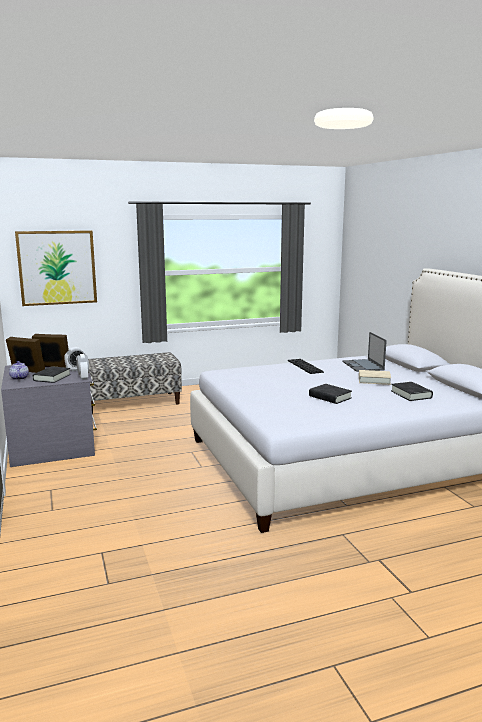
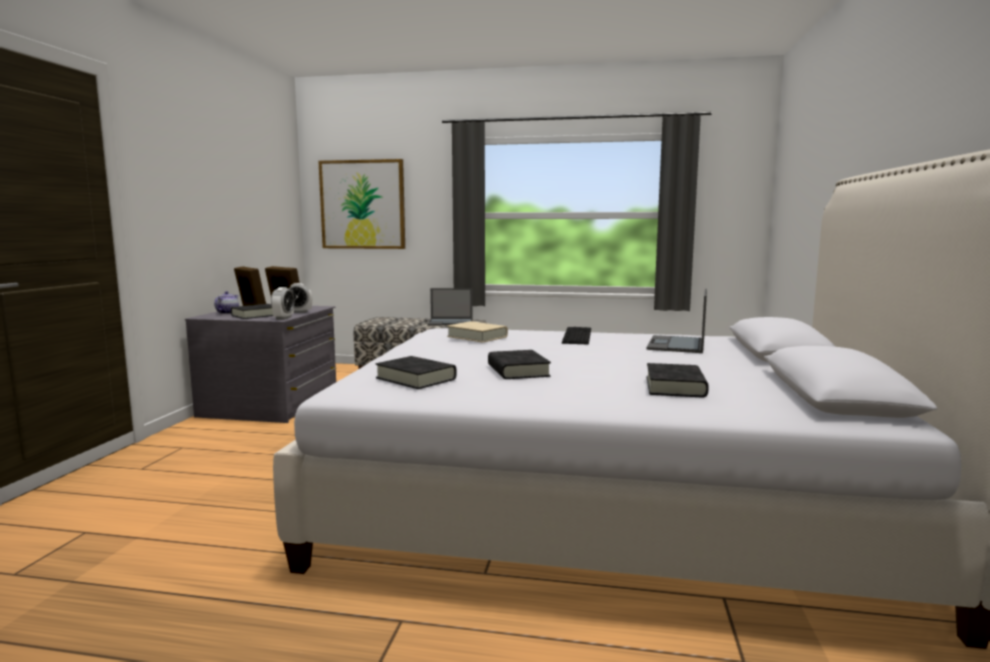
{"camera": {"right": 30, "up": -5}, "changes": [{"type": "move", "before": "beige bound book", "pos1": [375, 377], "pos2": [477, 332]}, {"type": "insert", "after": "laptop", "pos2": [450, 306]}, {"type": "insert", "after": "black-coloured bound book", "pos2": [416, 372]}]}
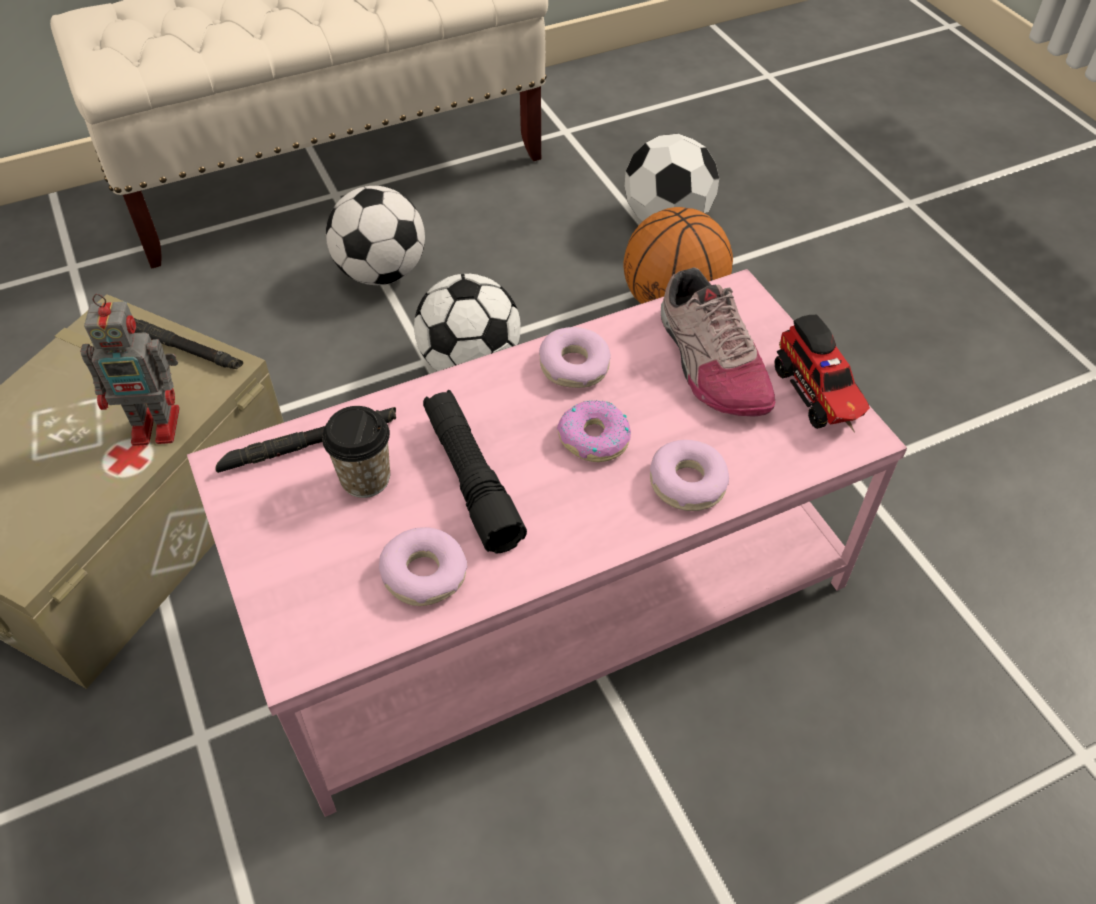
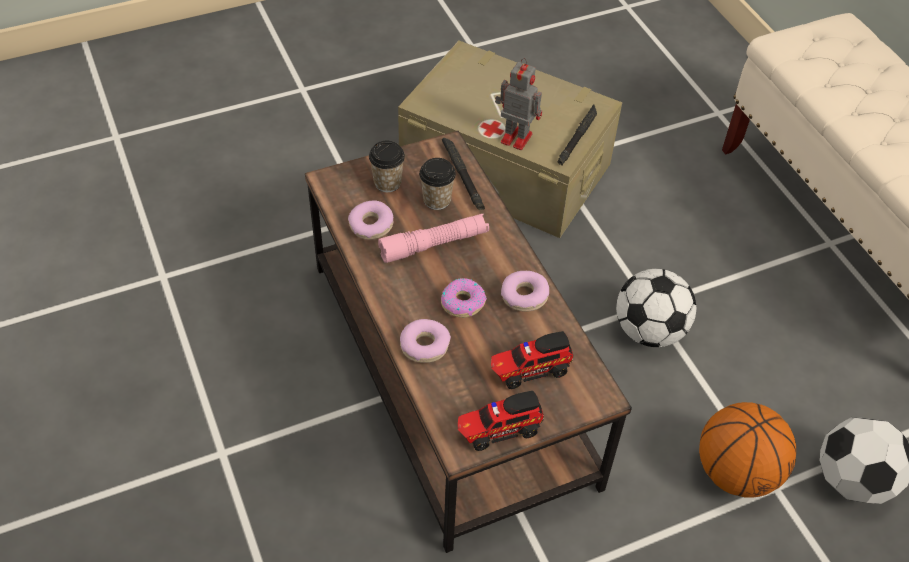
{"camera": {"right": 90, "up": 0}, "changes": [{"type": "delete", "before": "football ball", "pos1": [375, 235]}, {"type": "replace", "before": "shoe", "after": "toy lorry", "pos1": [718, 342], "pos2": [532, 360]}, {"type": "recolor", "before": "pink low table", "after": "brownish low table", "pos1": [547, 543], "pos2": [468, 342]}, {"type": "rotate", "before": "model robot", "pos1": [130, 370], "pos2": [518, 104], "turn": 120}, {"type": "recolor", "before": "black-coloured hand torch", "after": "pink hand torch", "pos1": [475, 471], "pos2": [433, 238]}, {"type": "insert", "after": "cup", "pos2": [387, 166]}]}
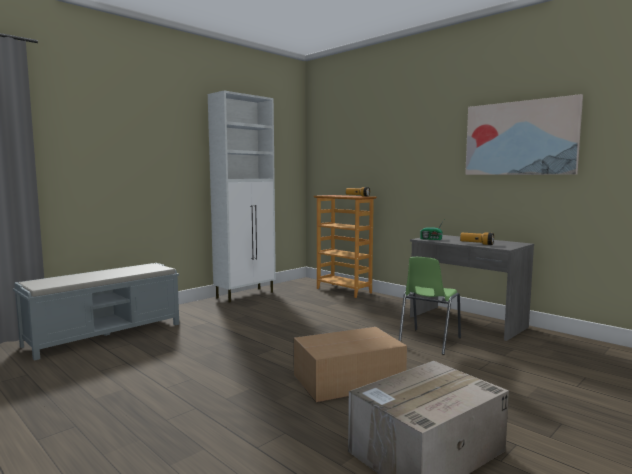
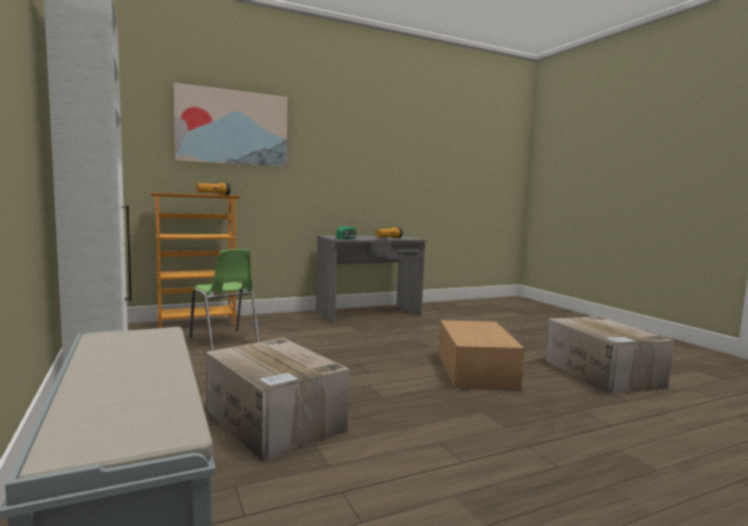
{"camera": {"right": -70, "up": 0}, "changes": [{"type": "move", "before": "wall picture", "pos1": [524, 134], "pos2": [230, 125]}, {"type": "move", "before": "green chair", "pos1": [430, 306], "pos2": [224, 300]}, {"type": "insert", "after": "carton", "pos2": [277, 400]}]}
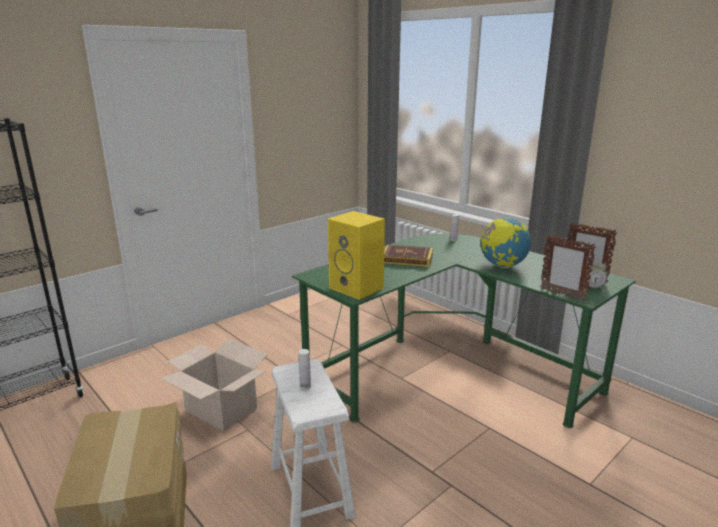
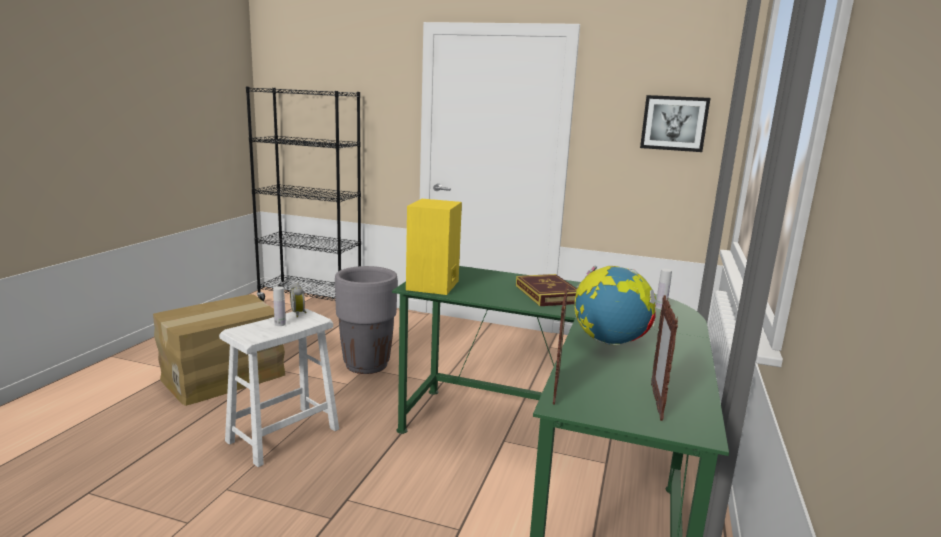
{"camera": {"right": 60, "up": -5}, "changes": [{"type": "move", "before": "bedside clock", "pos1": [596, 276], "pos2": [298, 300]}, {"type": "replace", "before": "carton", "after": "gray plant pot", "pos1": [214, 384], "pos2": [366, 320]}, {"type": "insert", "after": "wall picture", "pos2": [675, 123]}]}
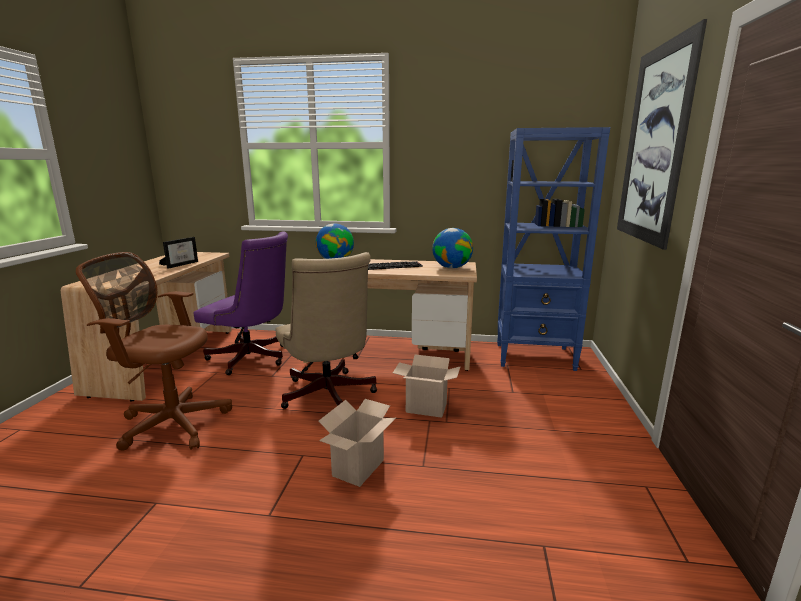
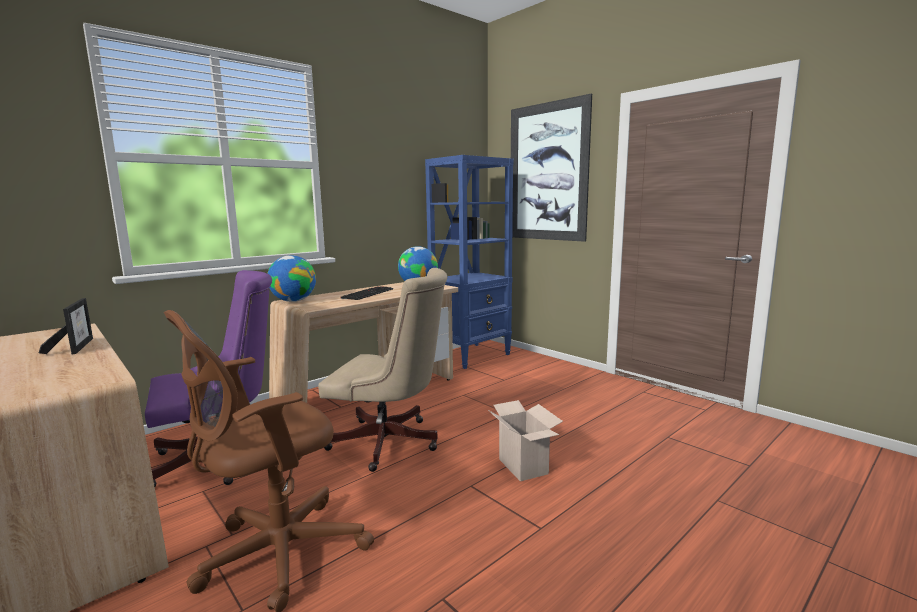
{"camera": {"right": -50, "up": -5}, "changes": [{"type": "delete", "before": "carton", "pos1": [427, 386]}]}
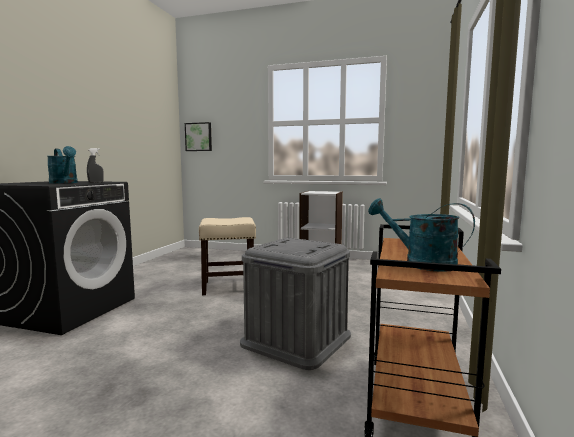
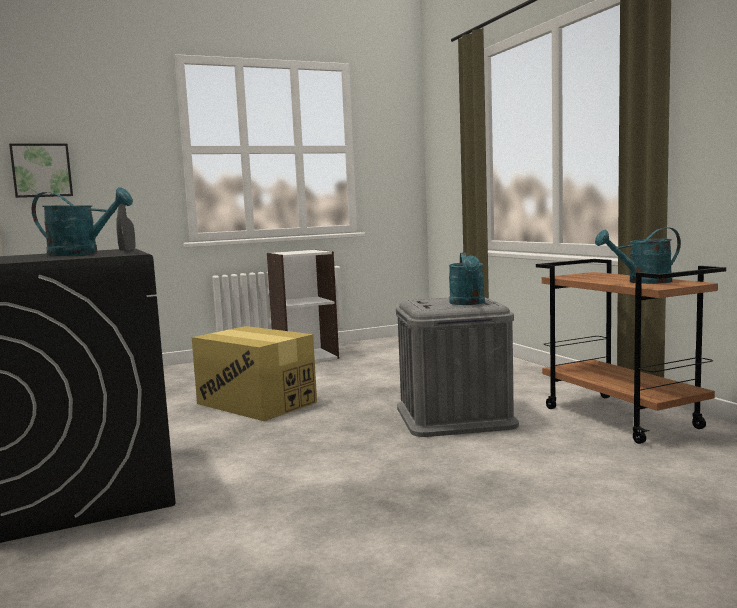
{"camera": {"right": -40, "up": 0}, "changes": [{"type": "replace", "before": "beige stool", "after": "carton", "pos1": [227, 256], "pos2": [254, 373]}, {"type": "insert", "after": "turquoise-coloured sprinkling can", "pos2": [466, 279]}]}
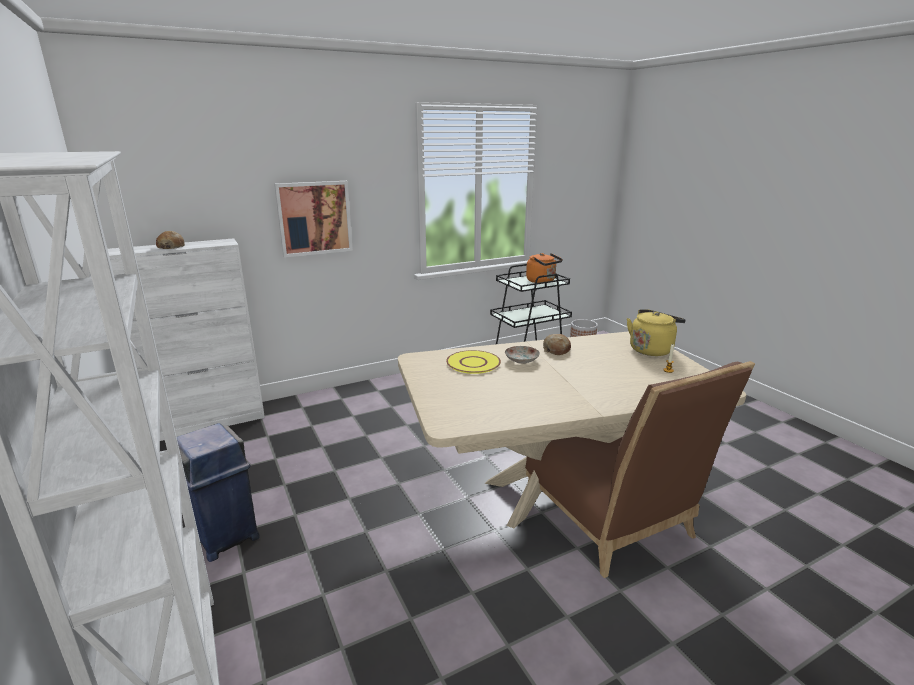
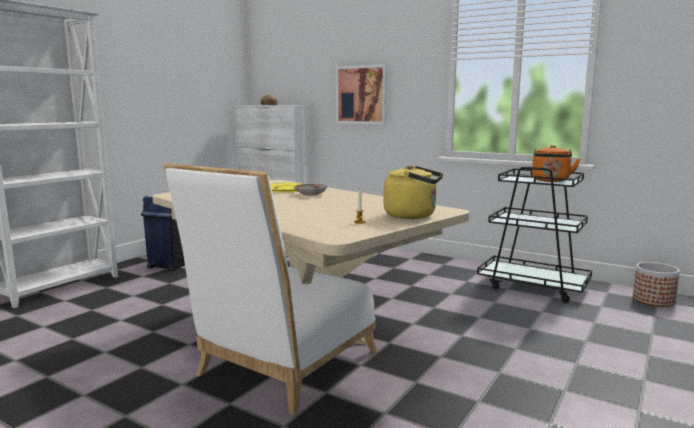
{"camera": {"right": 60, "up": -10}, "changes": [{"type": "delete", "before": "bread", "pos1": [557, 344]}, {"type": "recolor", "before": "brownish chair", "after": "white chair", "pos1": [640, 469], "pos2": [270, 289]}]}
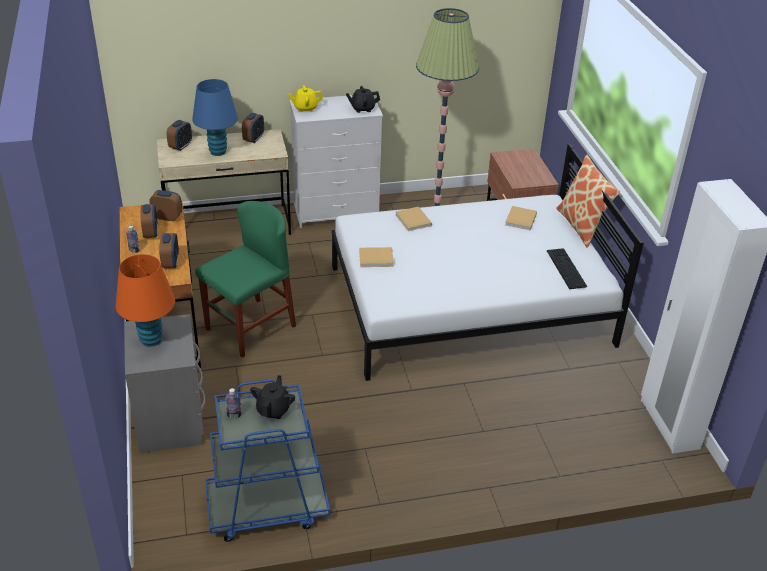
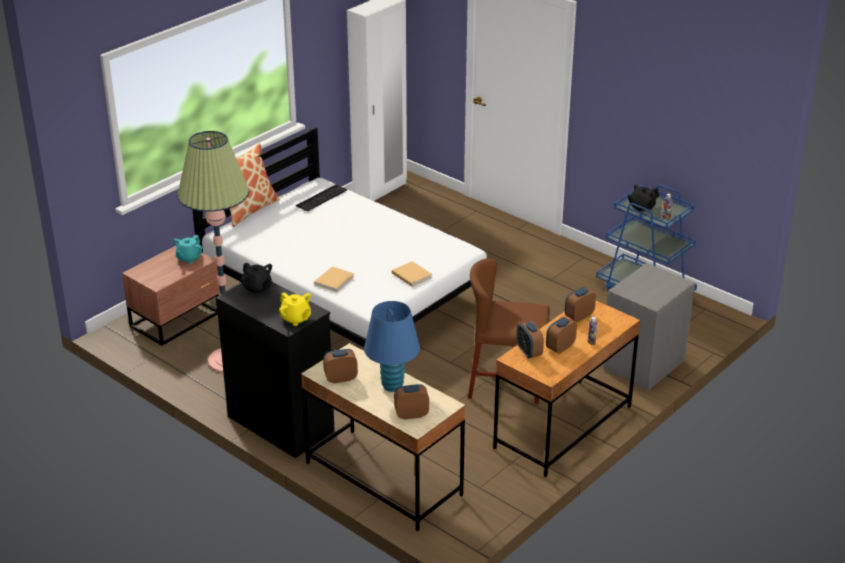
{"camera": {"right": -125, "up": -5}, "changes": [{"type": "recolor", "before": "white drawer chest", "after": "black-coloured drawer chest", "pos1": [336, 161], "pos2": [275, 370]}, {"type": "recolor", "before": "green chair", "after": "brownish chair", "pos1": [245, 279], "pos2": [509, 331]}, {"type": "delete", "before": "beige bound book", "pos1": [521, 218]}, {"type": "delete", "before": "orangey table lamp", "pos1": [145, 300]}, {"type": "insert", "after": "turquoise-coloured pot for tea", "pos2": [187, 249]}]}
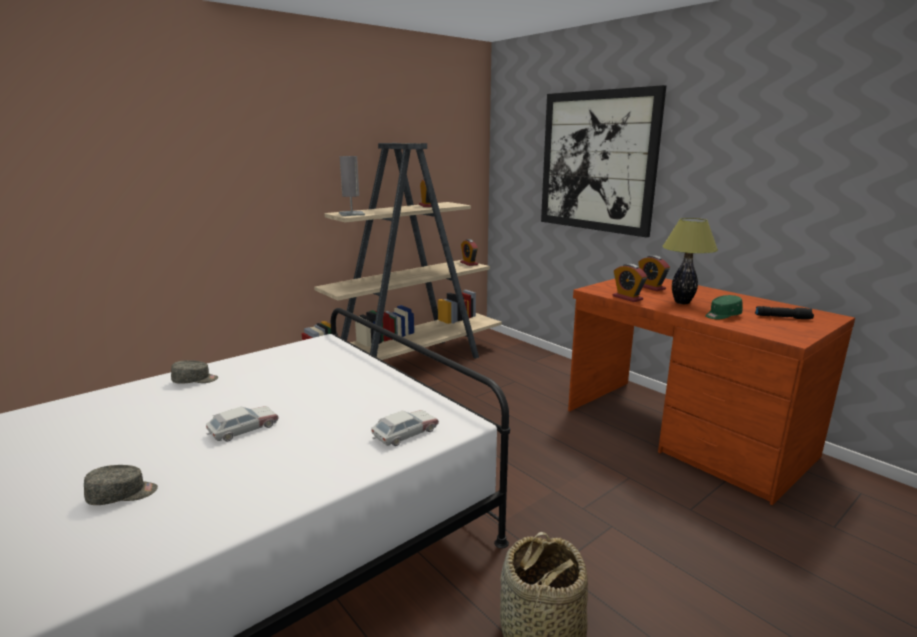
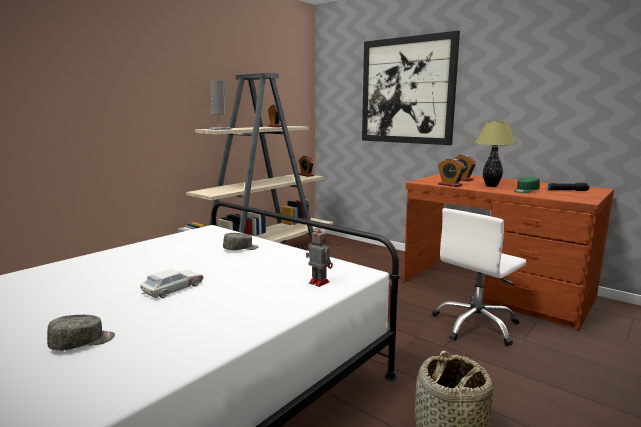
{"camera": {"right": -10, "up": -5}, "changes": [{"type": "move", "before": "gray peaked cap", "pos1": [194, 372], "pos2": [240, 241]}, {"type": "replace", "before": "toy car", "after": "model robot", "pos1": [405, 428], "pos2": [319, 256]}, {"type": "insert", "after": "white desk chair", "pos2": [479, 277]}]}
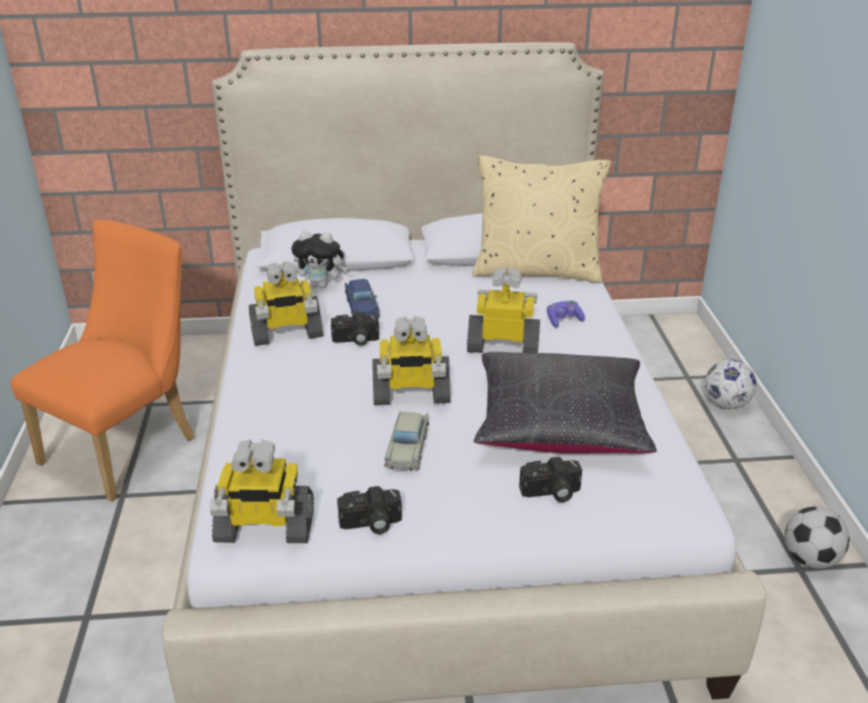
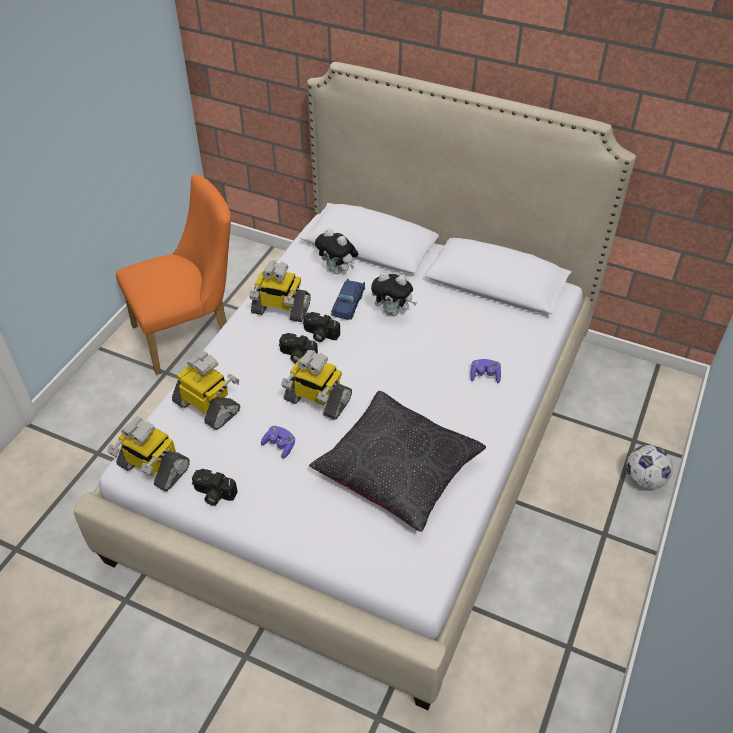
{"camera": {"right": 30, "up": 15}, "changes": [{"type": "delete", "before": "beige pillow", "pos1": [541, 219]}, {"type": "move", "before": "model robot", "pos1": [503, 310], "pos2": [206, 390]}, {"type": "replace", "before": "beige toy car", "after": "purple gamepad", "pos1": [406, 441], "pos2": [278, 442]}, {"type": "move", "before": "photo camera", "pos1": [550, 479], "pos2": [298, 348]}, {"type": "delete", "before": "football ball", "pos1": [817, 538]}, {"type": "insert", "after": "plush toy", "pos2": [394, 294]}]}
